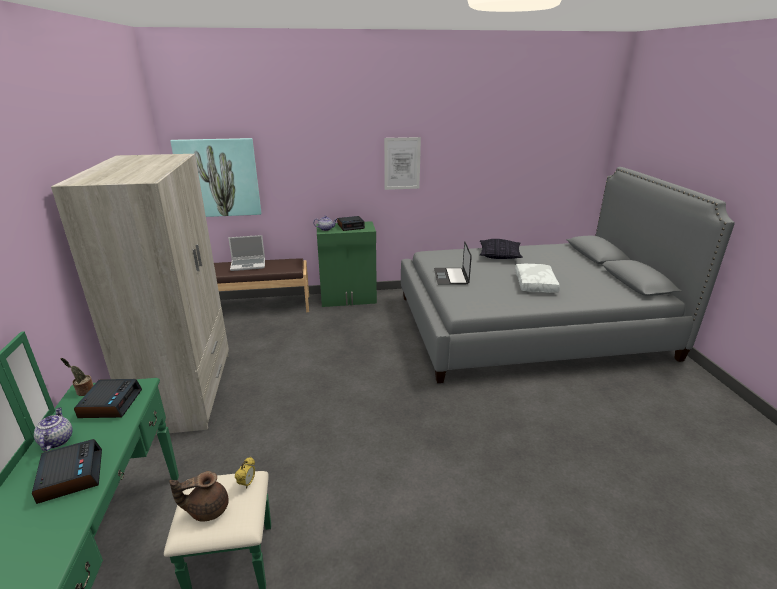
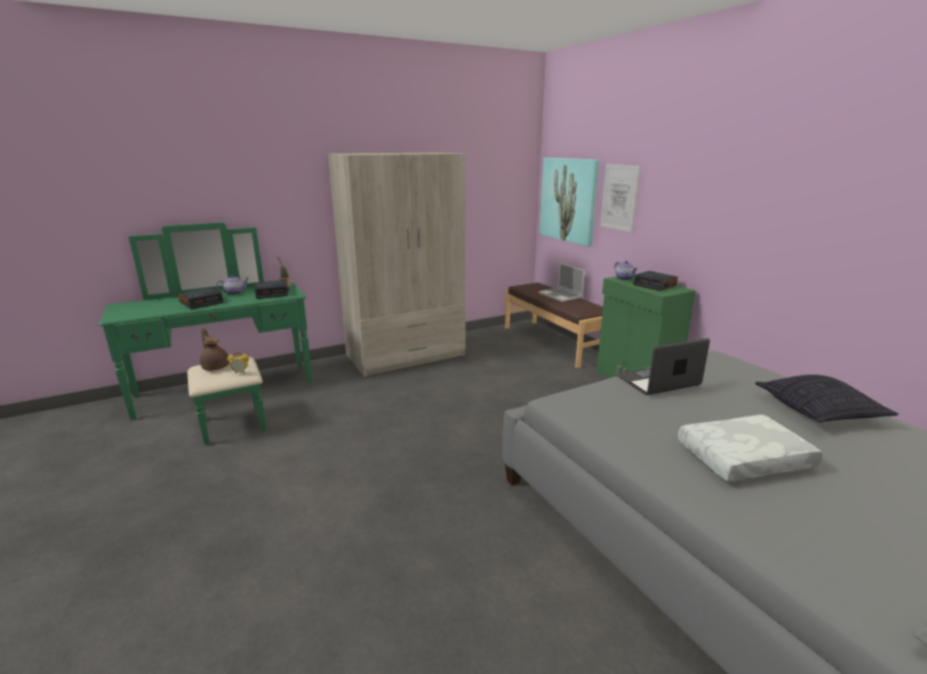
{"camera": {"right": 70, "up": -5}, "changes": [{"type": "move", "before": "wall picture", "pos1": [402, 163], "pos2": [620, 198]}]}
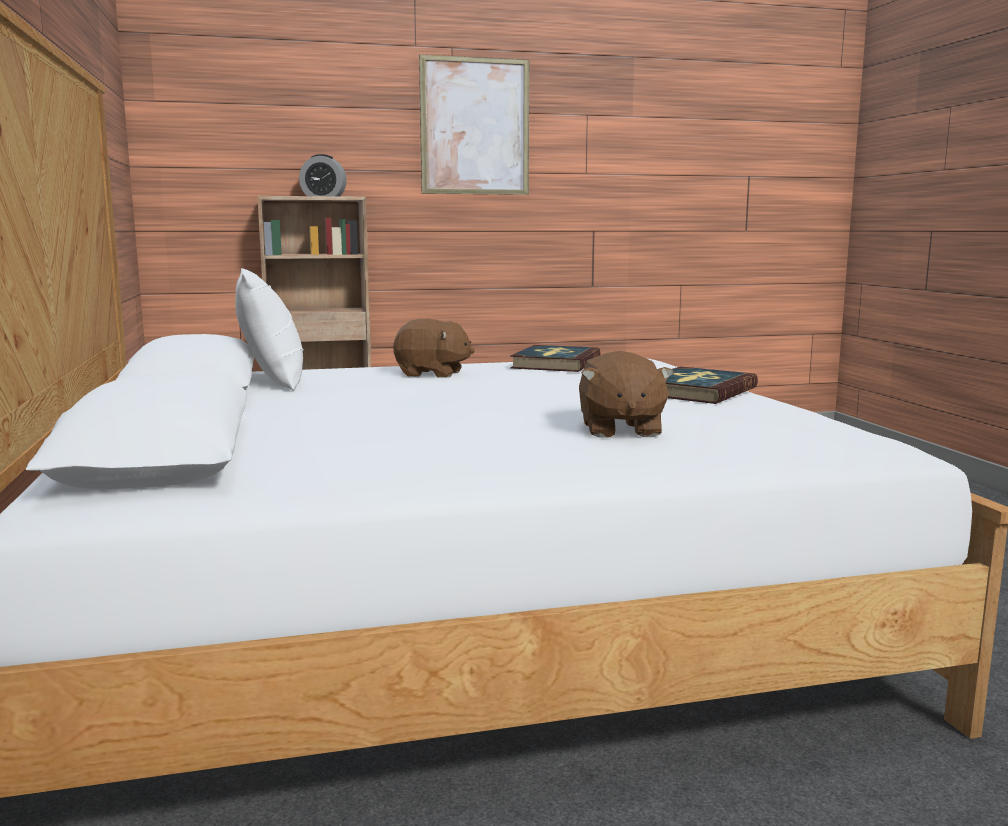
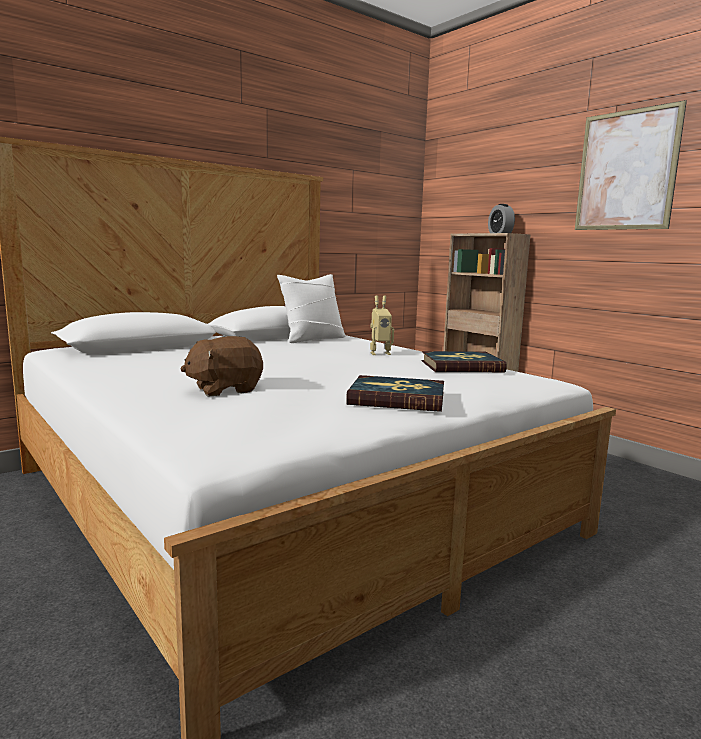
{"camera": {"right": 65, "up": 0}, "changes": [{"type": "replace", "before": "brownish plush toy", "after": "model robot", "pos1": [434, 348], "pos2": [382, 325]}]}
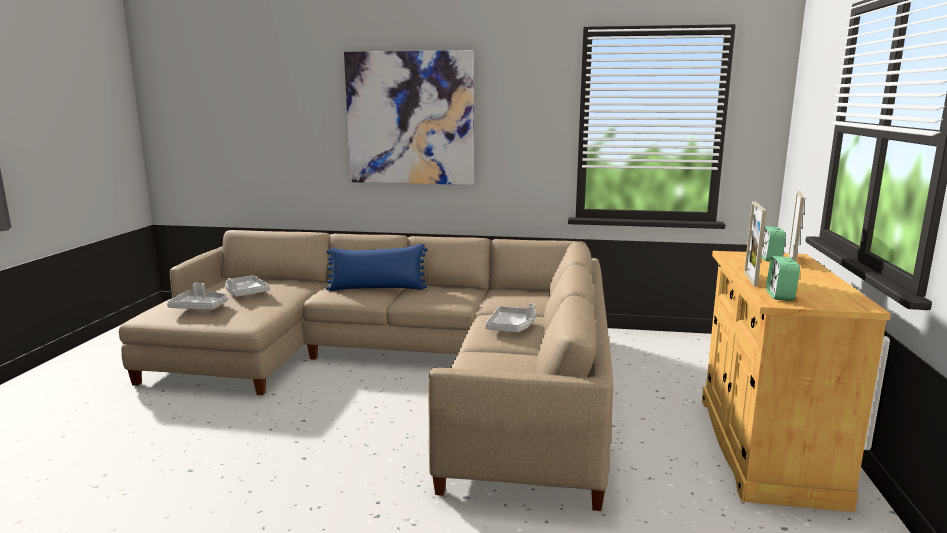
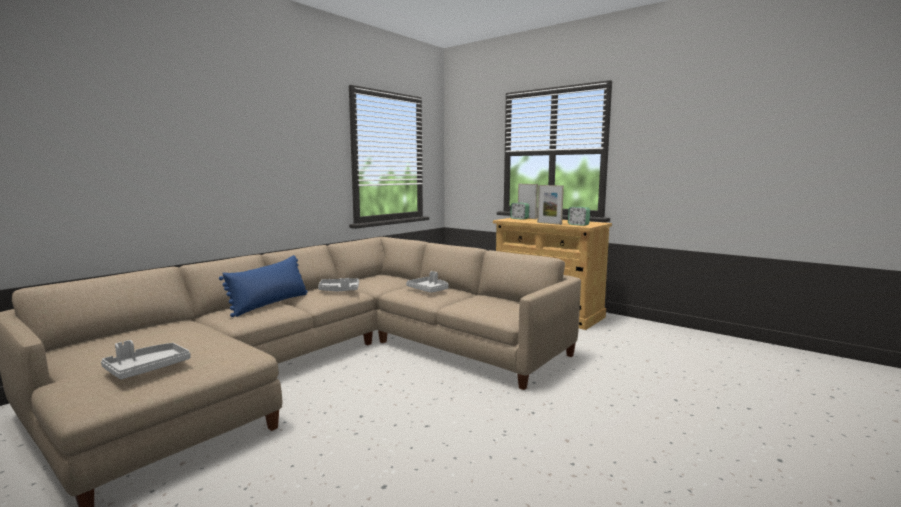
{"camera": {"right": -60, "up": -5}, "changes": [{"type": "delete", "before": "wall picture", "pos1": [409, 117]}, {"type": "move", "before": "gray serving tray", "pos1": [247, 286], "pos2": [338, 284]}]}
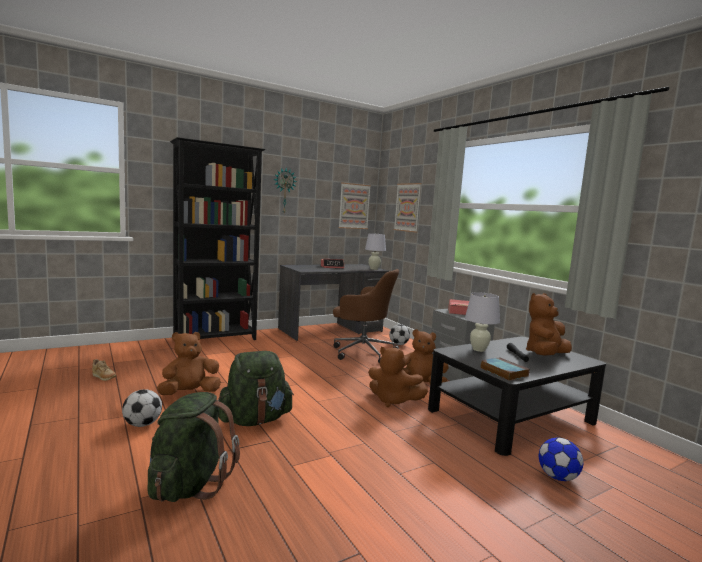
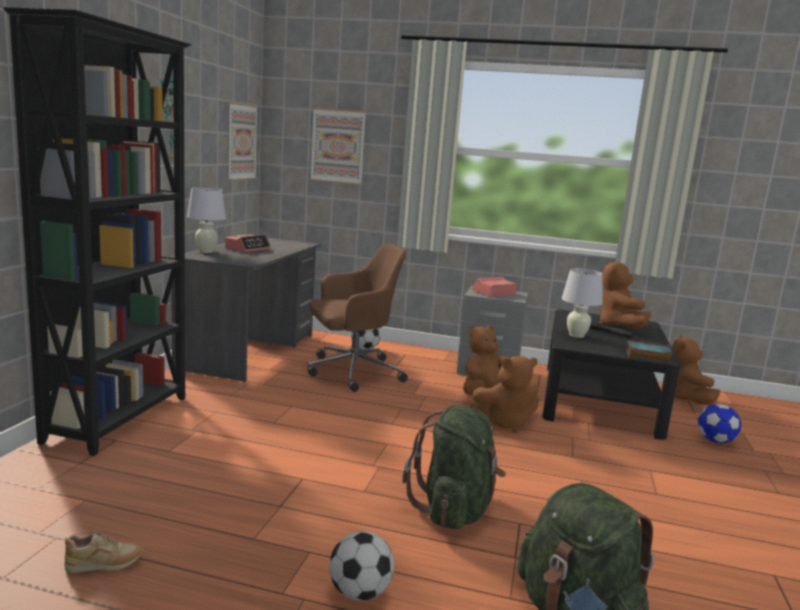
{"camera": {"right": -45, "up": 5}, "changes": [{"type": "move", "before": "white table lamp", "pos1": [375, 251], "pos2": [206, 220]}, {"type": "move", "before": "brownish plush toy", "pos1": [189, 363], "pos2": [696, 369]}]}
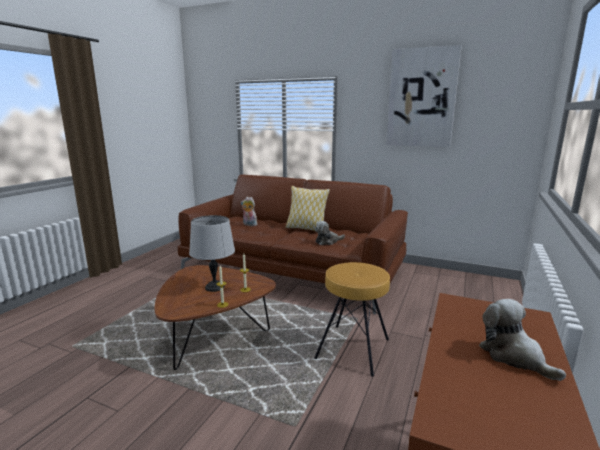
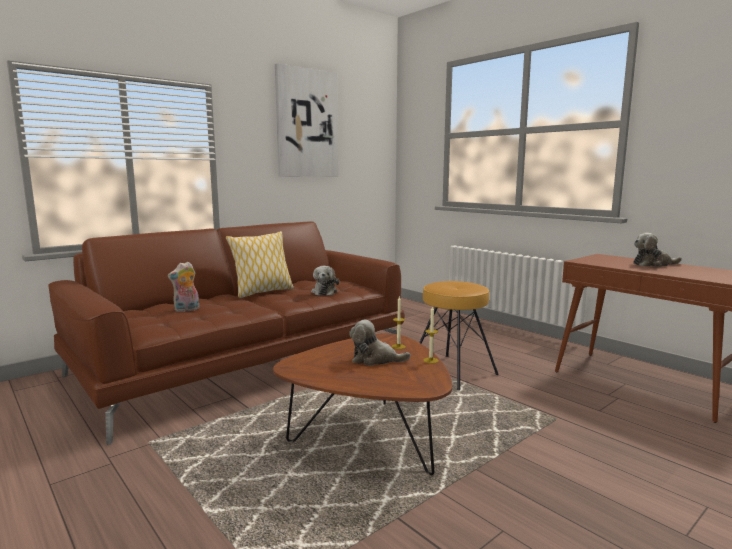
{"camera": {"right": -65, "up": -5}, "changes": [{"type": "replace", "before": "gray table lamp", "after": "plush toy", "pos1": [212, 253], "pos2": [380, 342]}]}
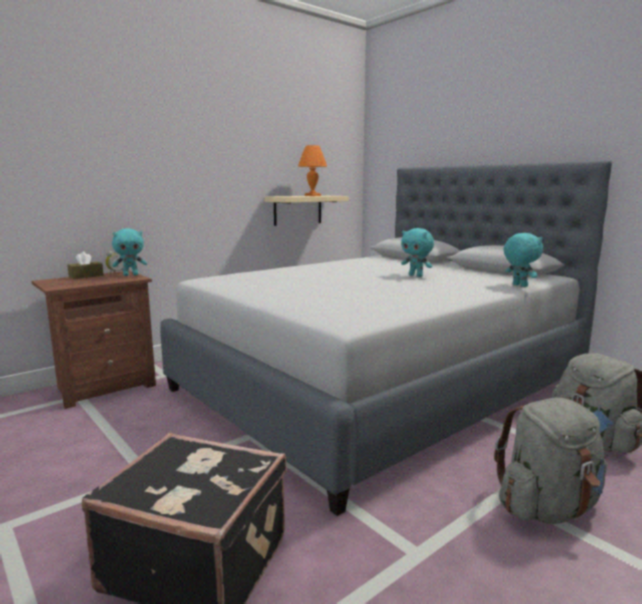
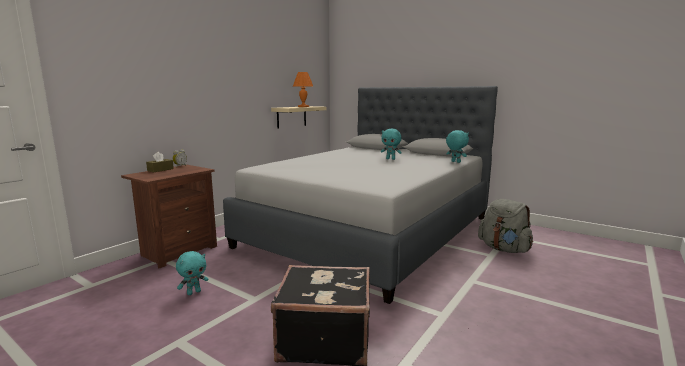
{"camera": {"right": -15, "up": 0}, "changes": [{"type": "move", "before": "turquoise-coloured plush toy", "pos1": [129, 252], "pos2": [192, 273]}, {"type": "delete", "before": "gray knapsack", "pos1": [550, 461]}]}
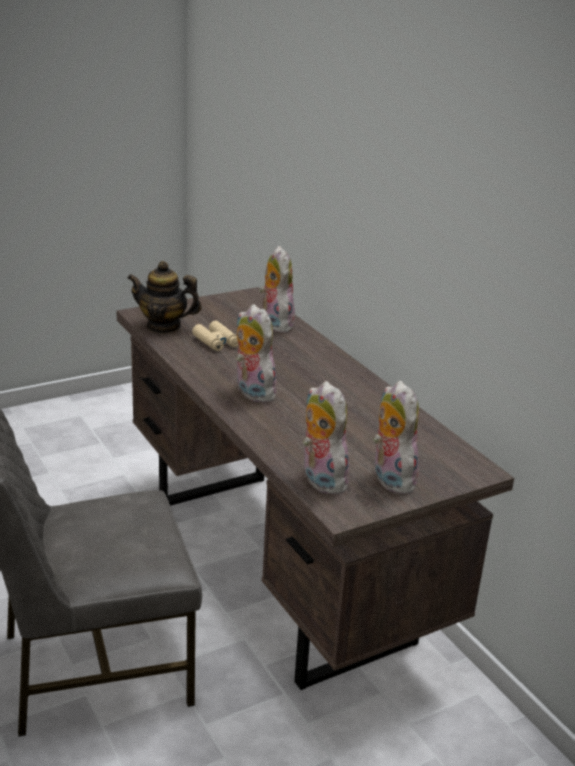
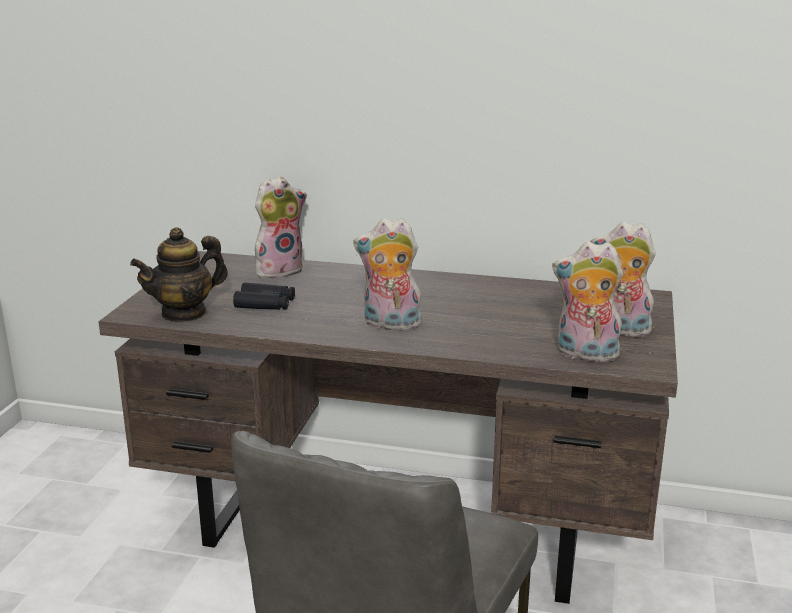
{"camera": {"right": -45, "up": -5}, "changes": [{"type": "rotate", "before": "plush toy", "pos1": [277, 289], "pos2": [281, 227], "turn": 120}, {"type": "recolor", "before": "beige pair of binoculars", "after": "black-coloured pair of binoculars", "pos1": [215, 336], "pos2": [264, 296]}]}
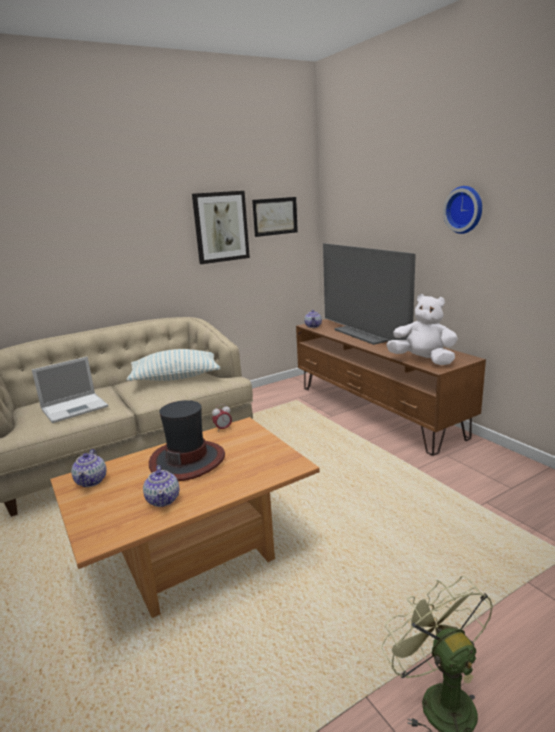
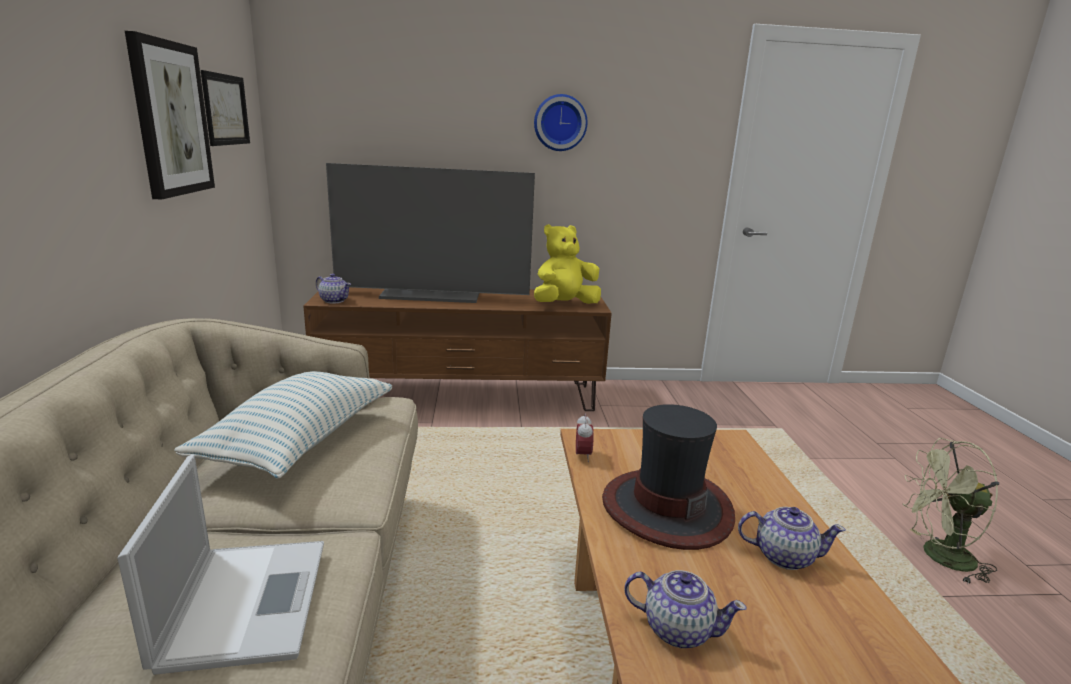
{"camera": {"right": -65, "up": 0}, "changes": [{"type": "recolor", "before": "white plush toy", "after": "yellow-coloured plush toy", "pos1": [422, 329], "pos2": [567, 264]}]}
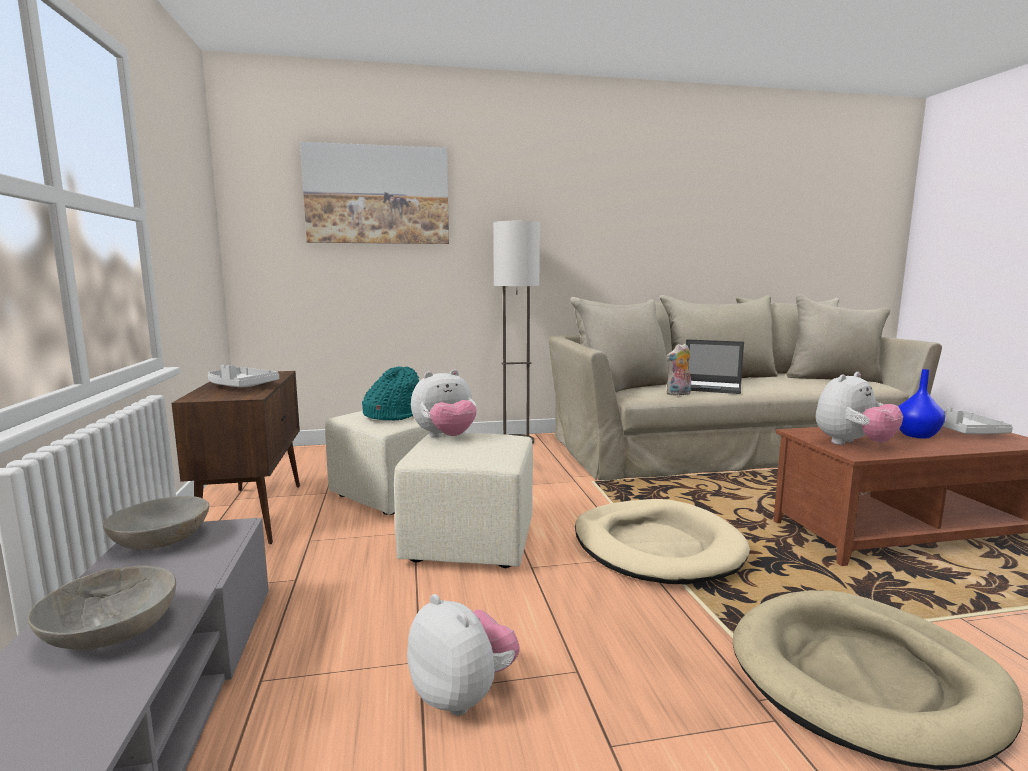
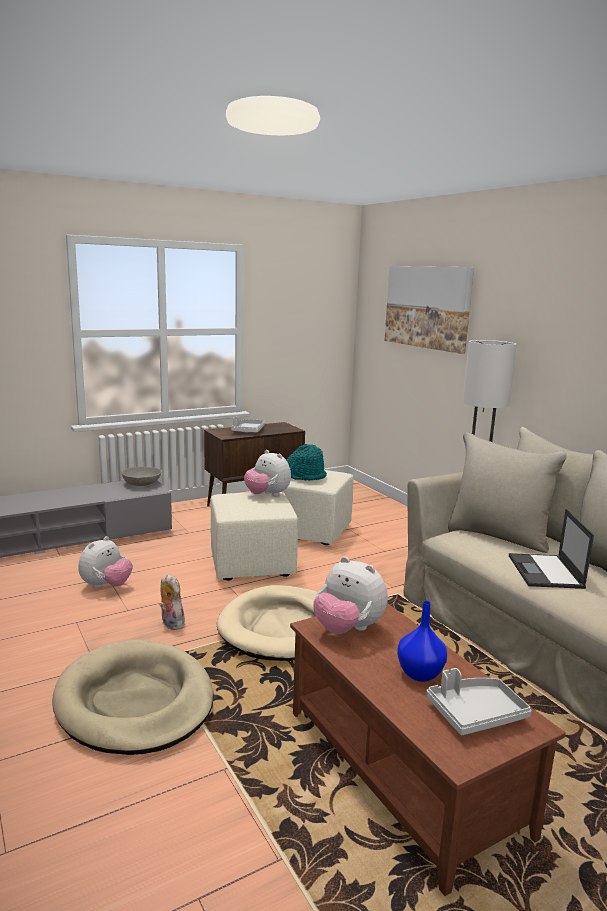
{"camera": {"right": 70, "up": 5}, "changes": [{"type": "move", "before": "plush toy", "pos1": [678, 370], "pos2": [172, 602]}, {"type": "delete", "before": "gray serving bowl", "pos1": [101, 607]}]}
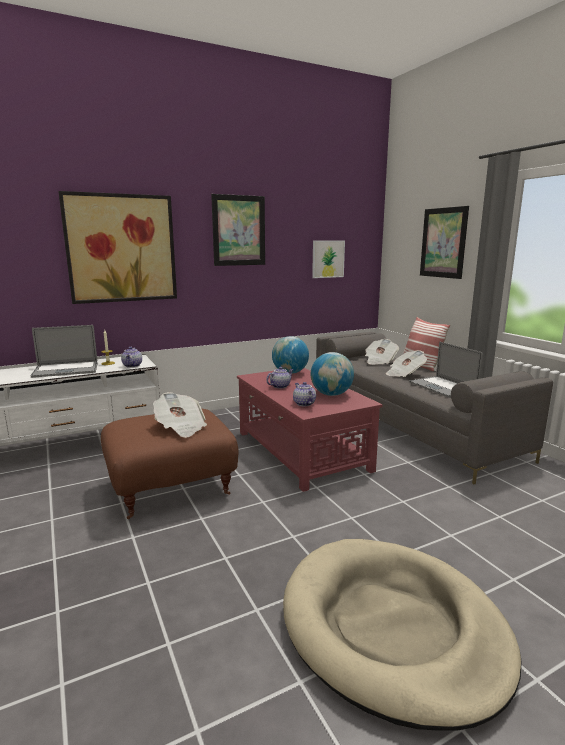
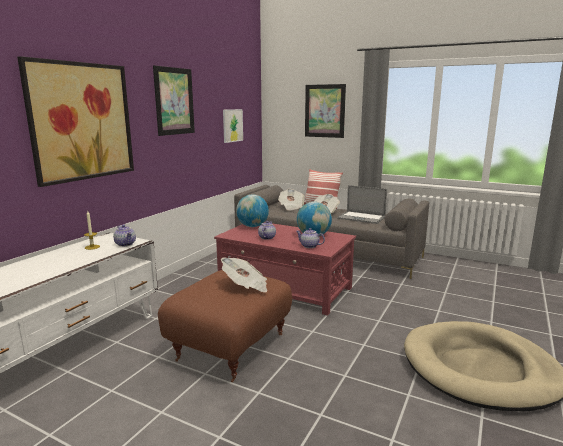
{"camera": {"right": -35, "up": 0}, "changes": [{"type": "delete", "before": "laptop", "pos1": [64, 351]}]}
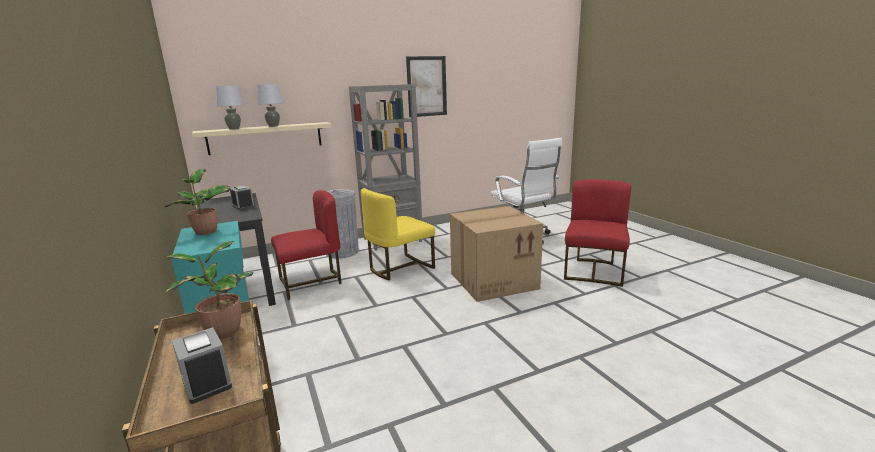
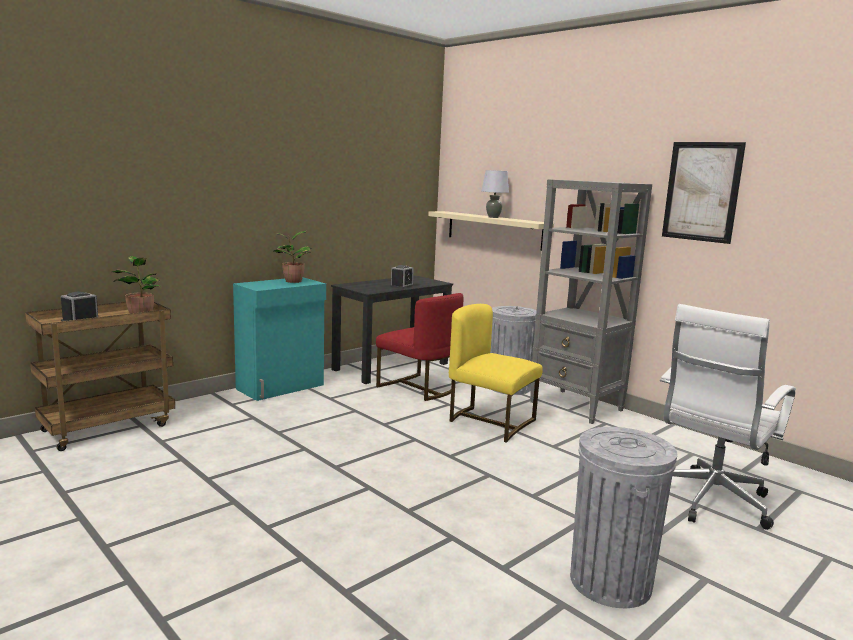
{"camera": {"right": 70, "up": -5}, "changes": [{"type": "delete", "before": "gray table lamp", "pos1": [230, 107]}, {"type": "replace", "before": "reddish chair", "after": "gray waste bin", "pos1": [597, 233], "pos2": [623, 517]}, {"type": "delete", "before": "carton", "pos1": [496, 254]}]}
